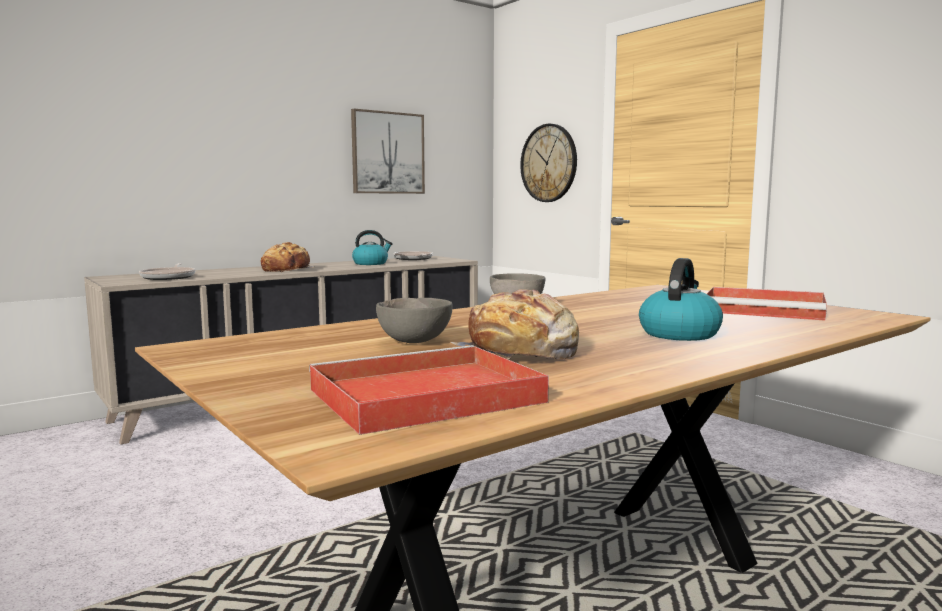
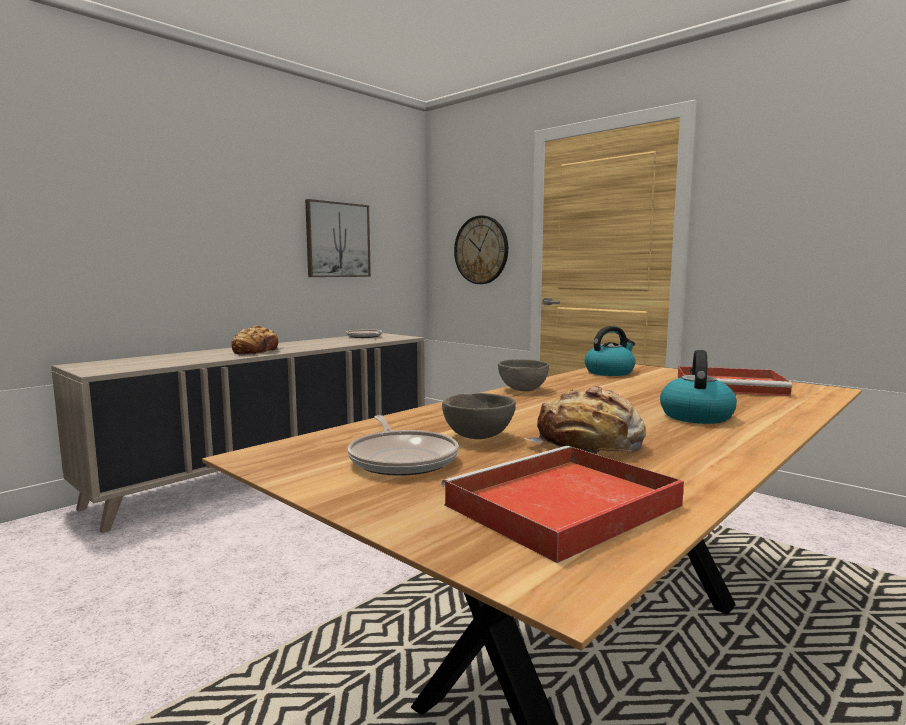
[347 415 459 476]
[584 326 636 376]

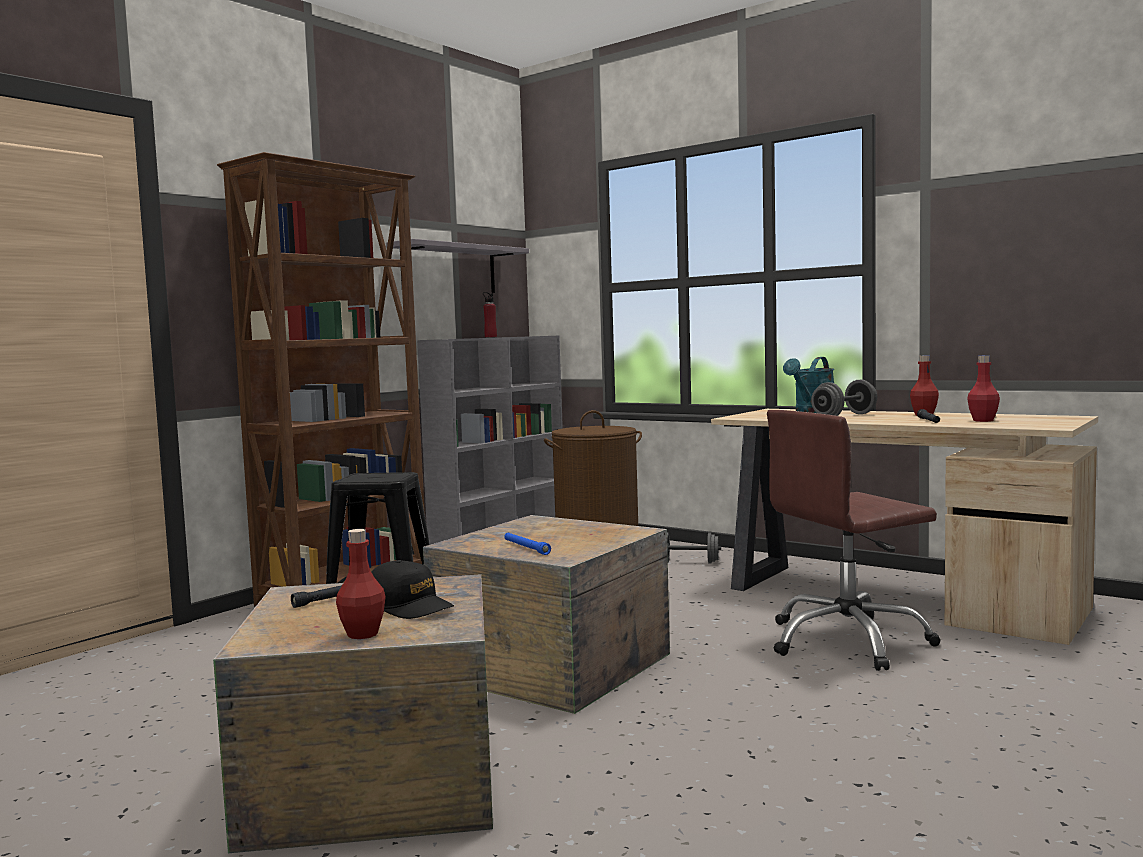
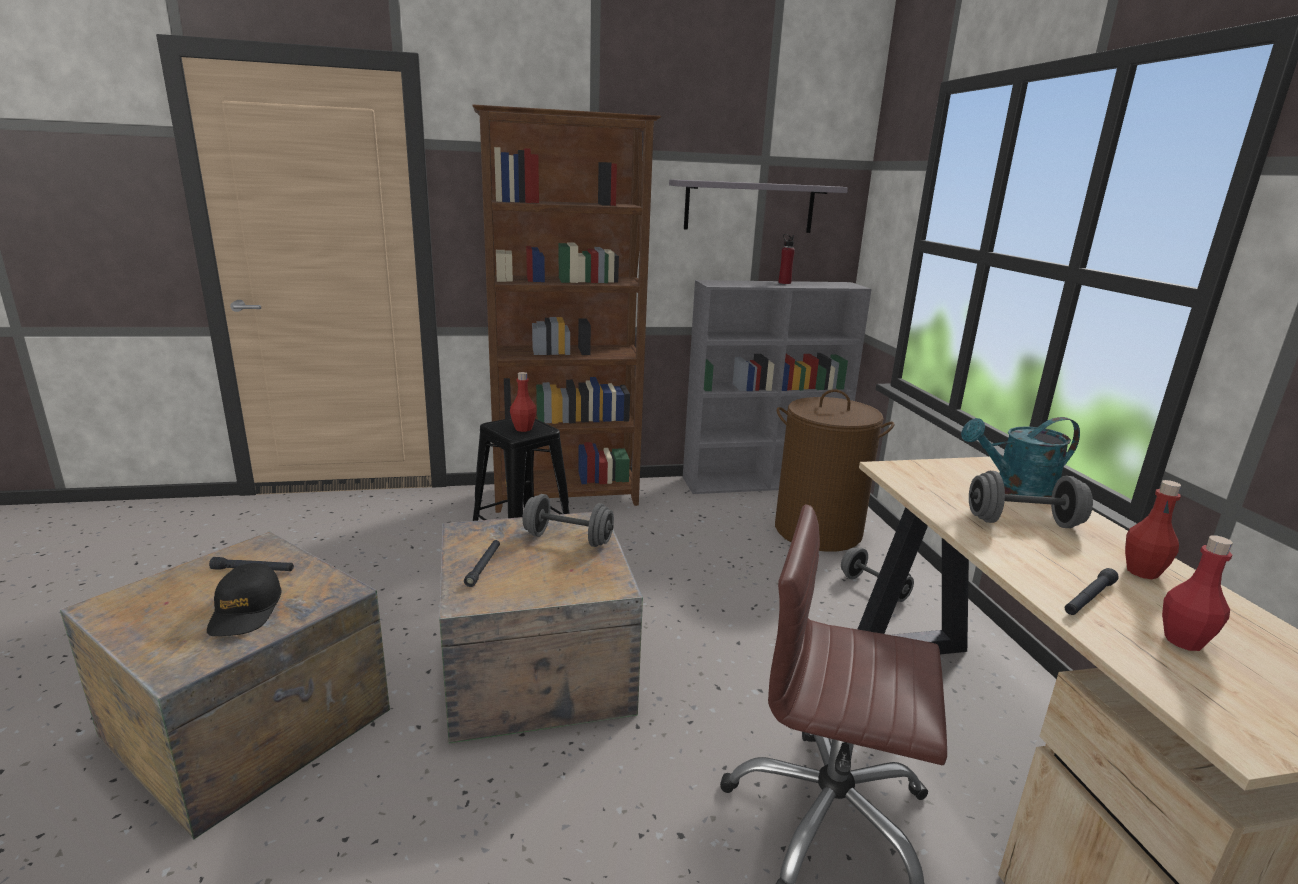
[523 494 614 547]
[510 372 537 432]
[464 540 500 587]

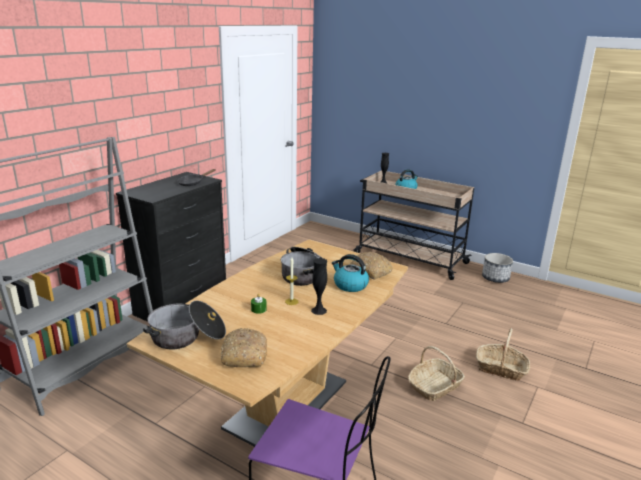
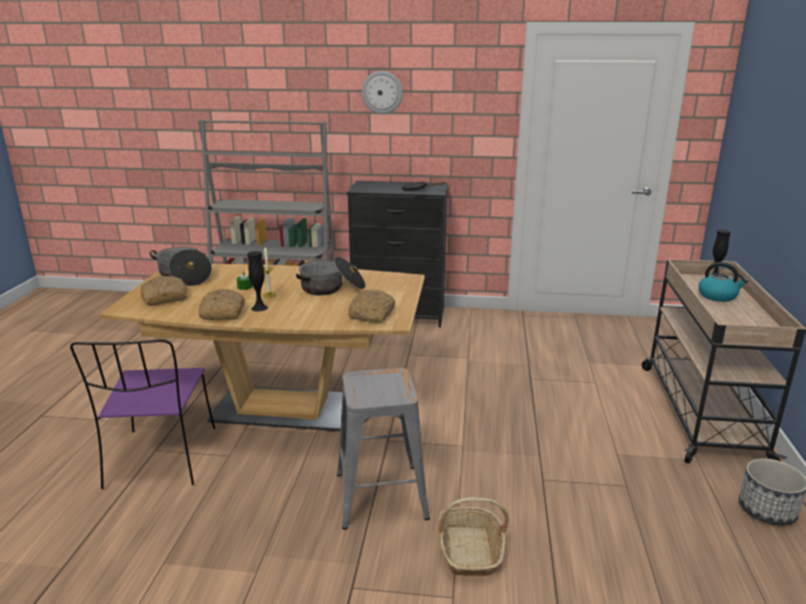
[332 254 369 292] (first image)
[198 289 245 320]
[362 71 403 114]
[337 368 430 530]

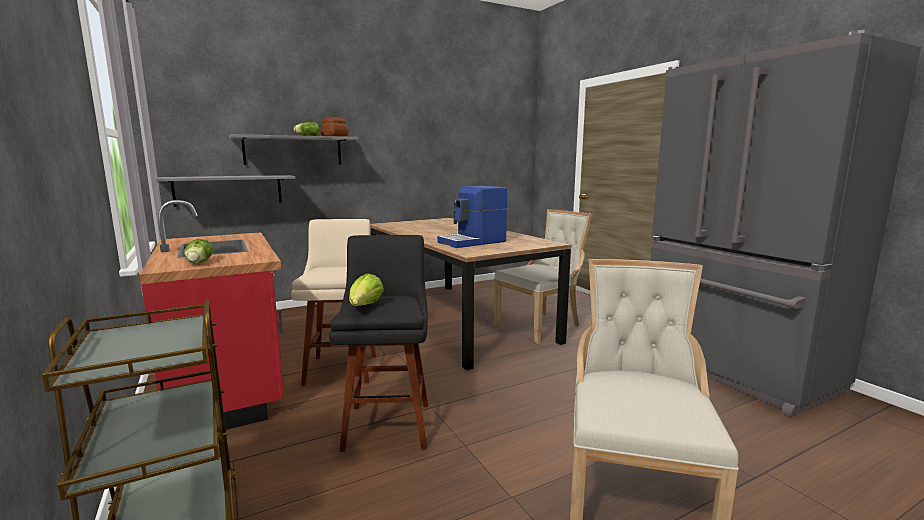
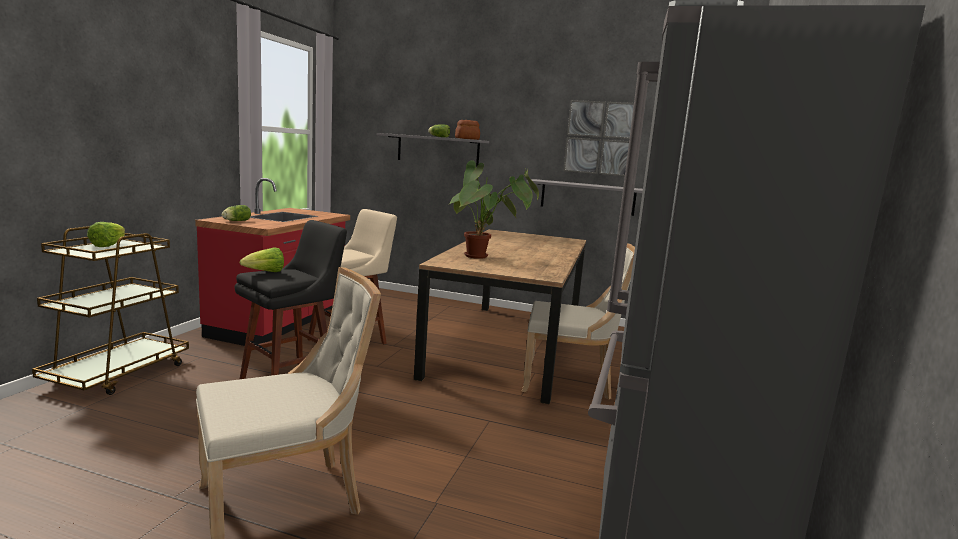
[87 222 125 247]
[563 100 634 176]
[526 179 643 216]
[449 160 539 259]

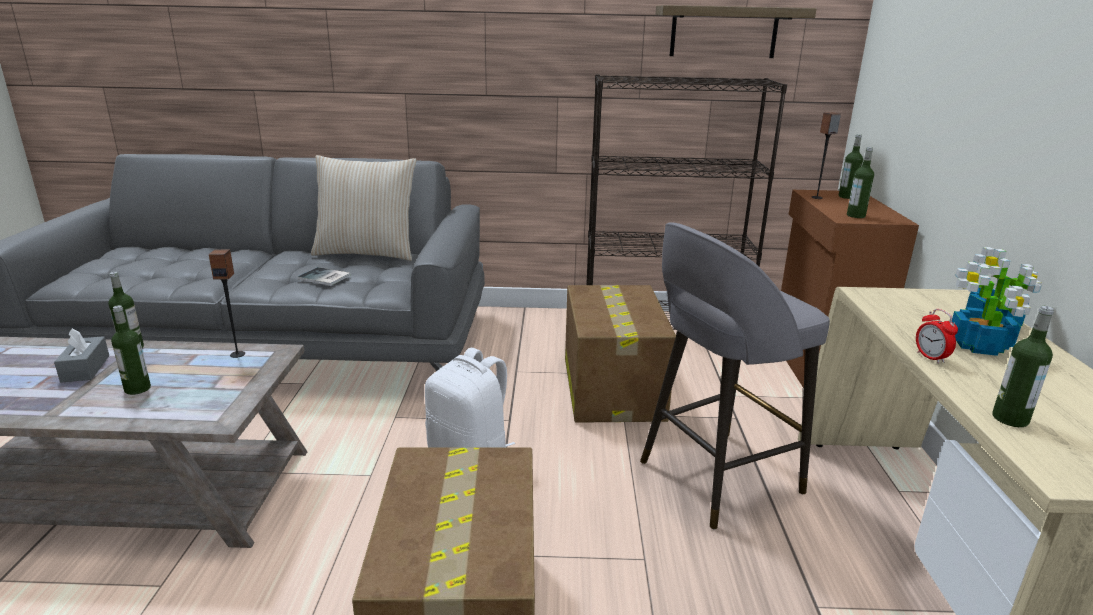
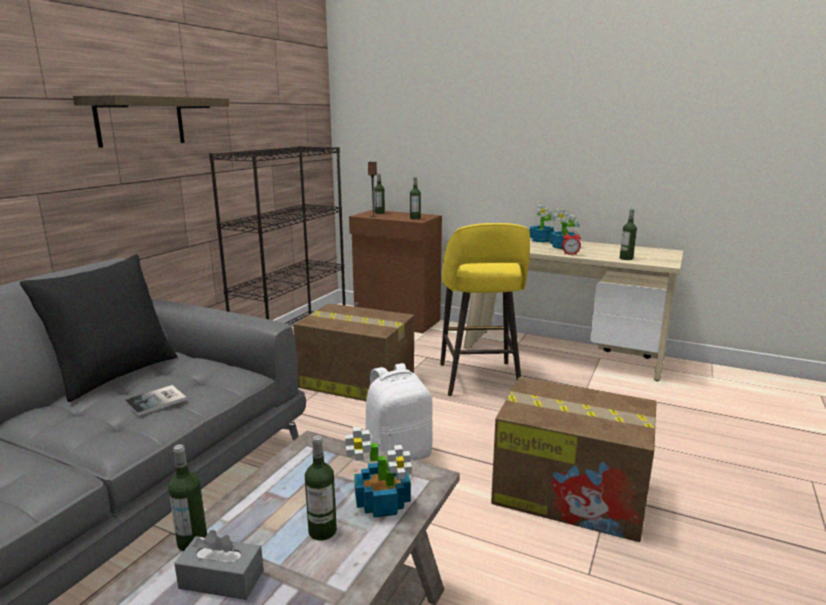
[209 249 245 358] (first image)
[345 427 412 518]
[73 95 229 148]
[20 254 178 402]
[440 223 530 396]

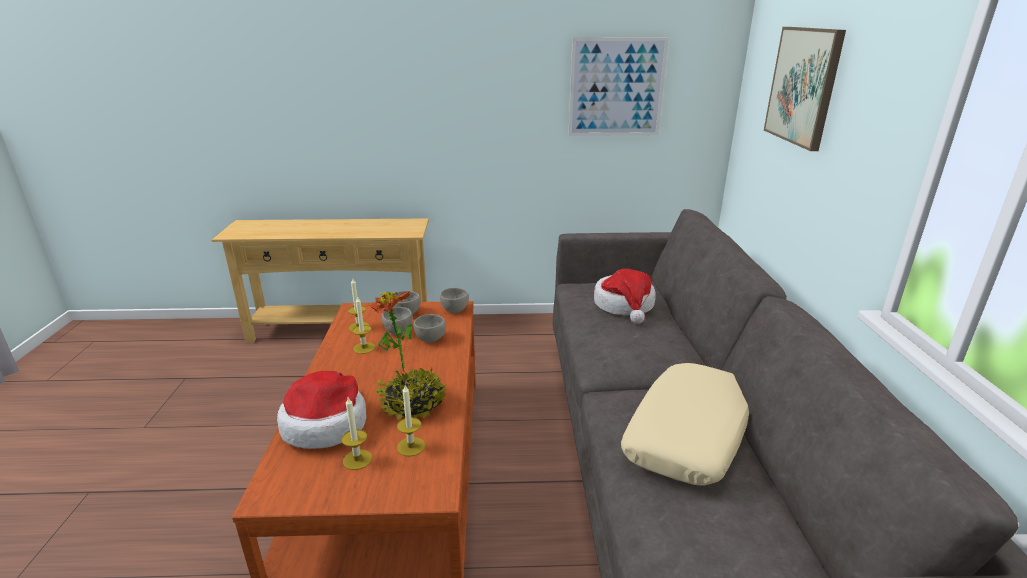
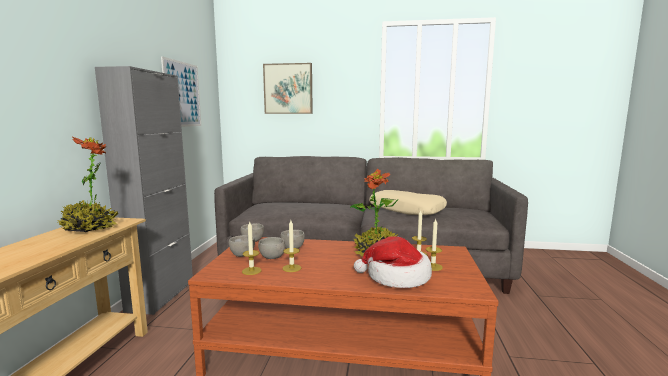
[594 269 656 324] (first image)
[58 137 118 232]
[95 66 193 315]

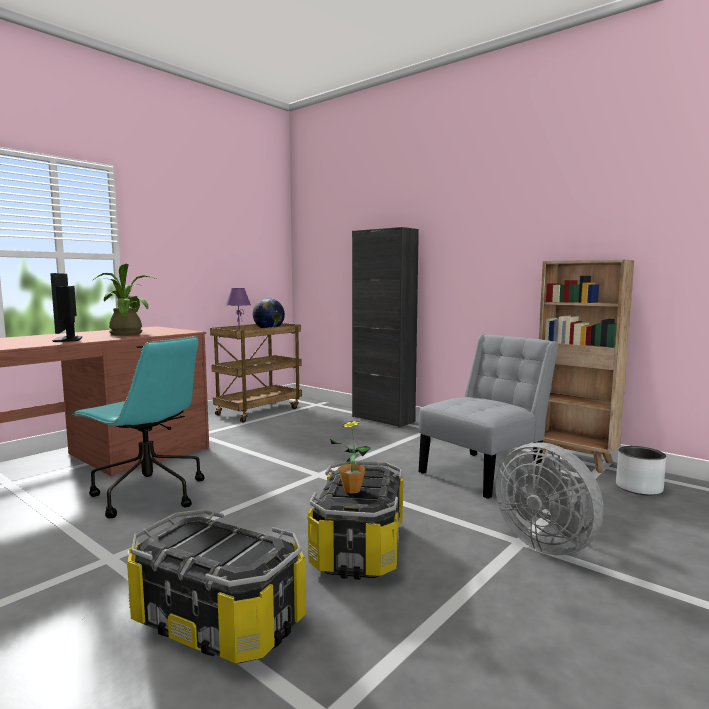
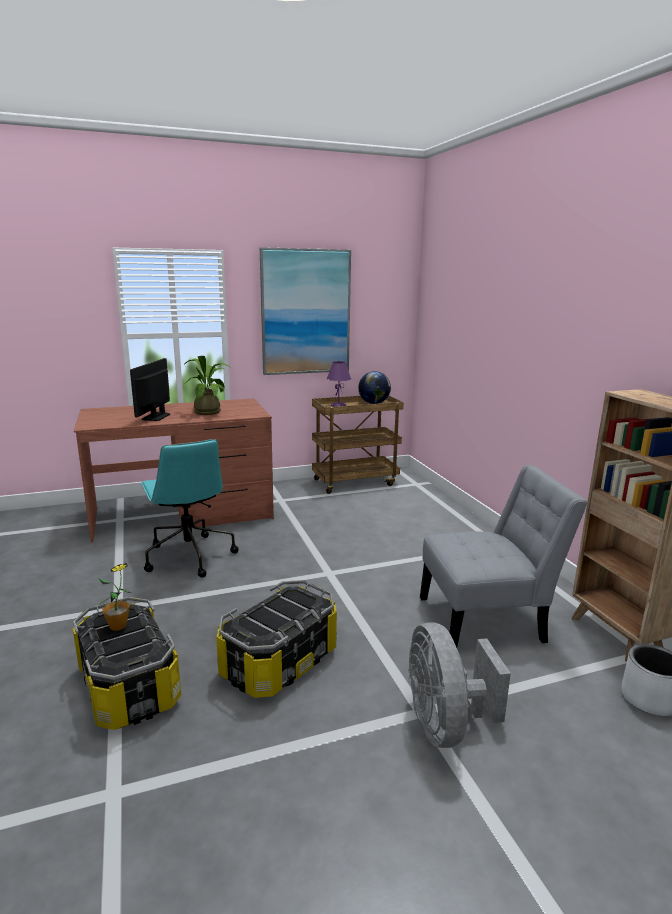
[352 227 419 428] (first image)
[260 247 351 375]
[99 563 131 631]

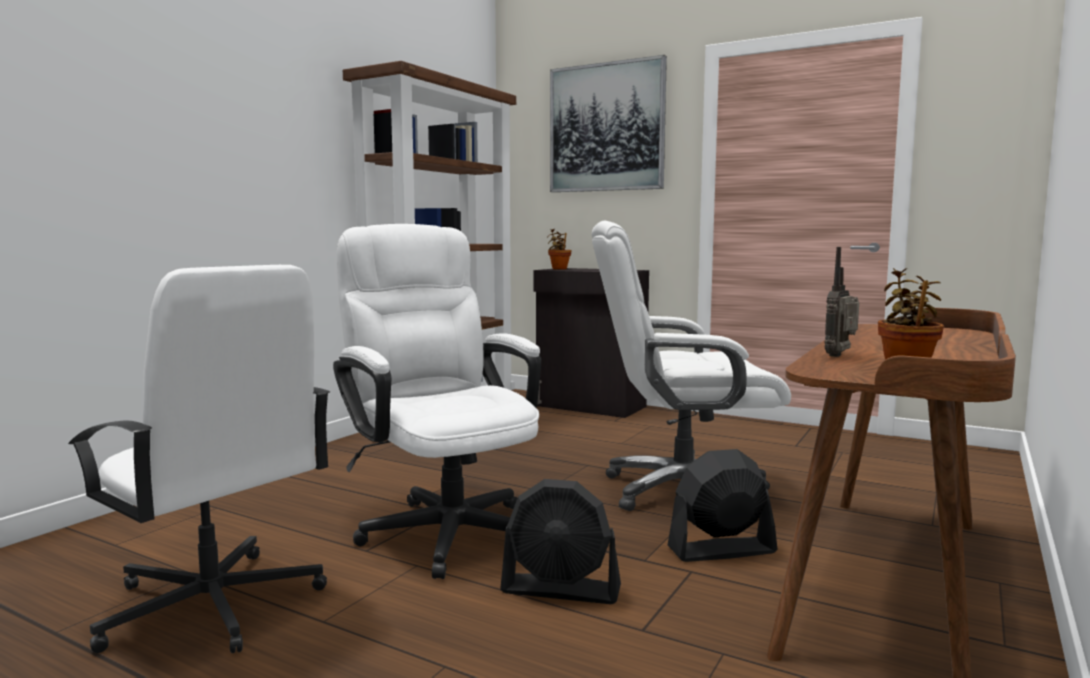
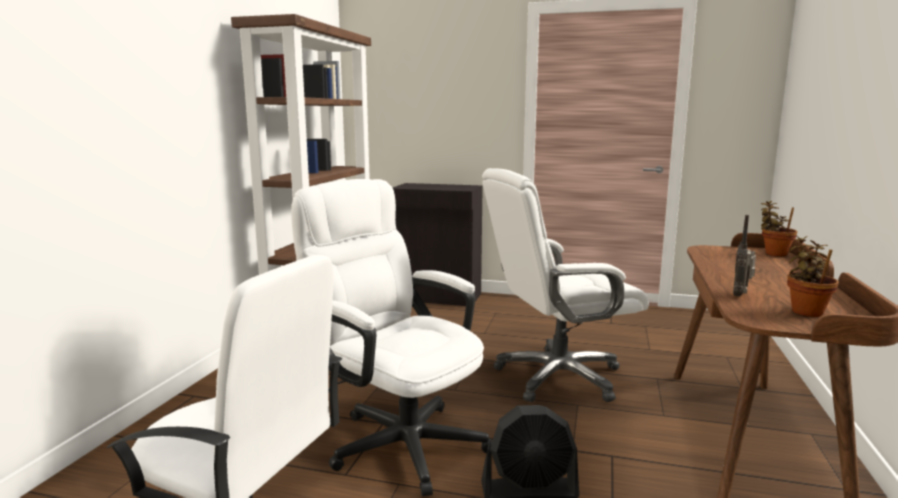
[550 55 667 192] (first image)
[668 449 778 562] (first image)
[761 201 797 257]

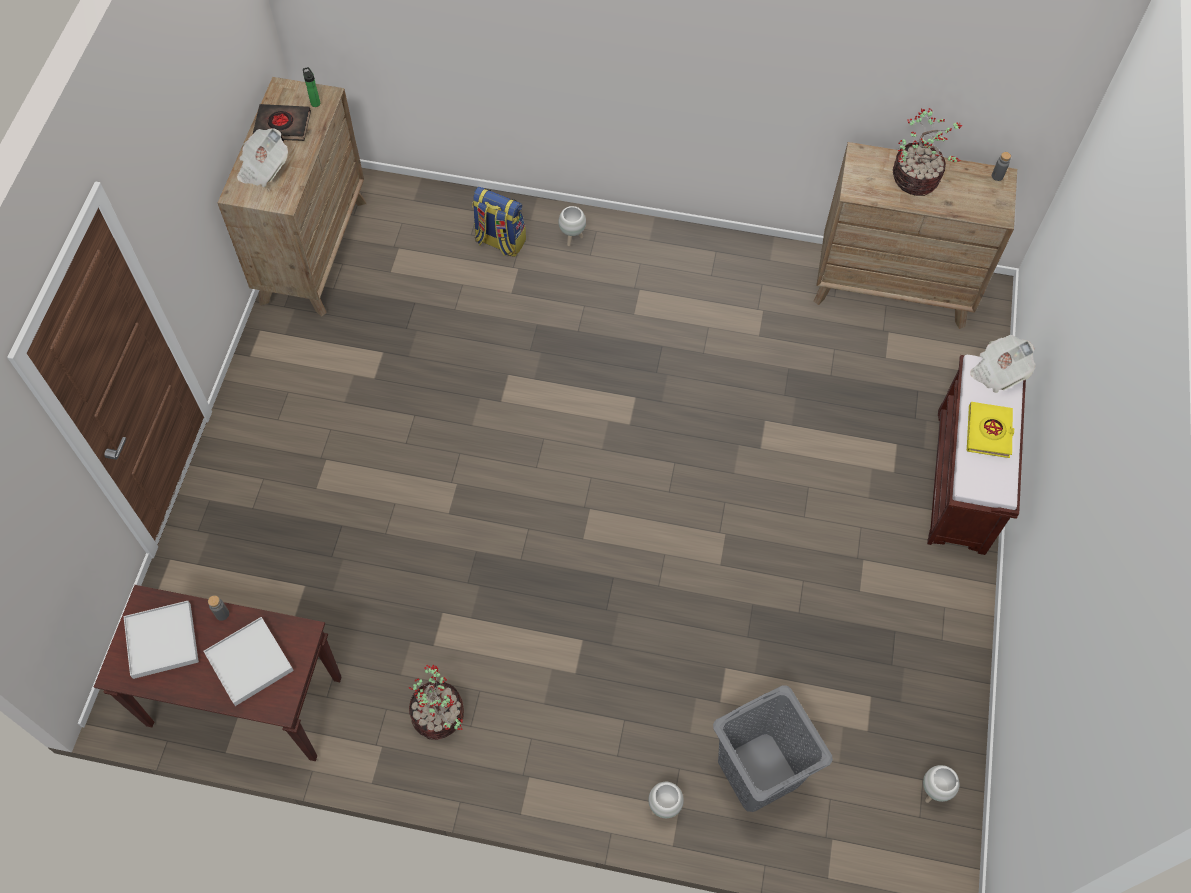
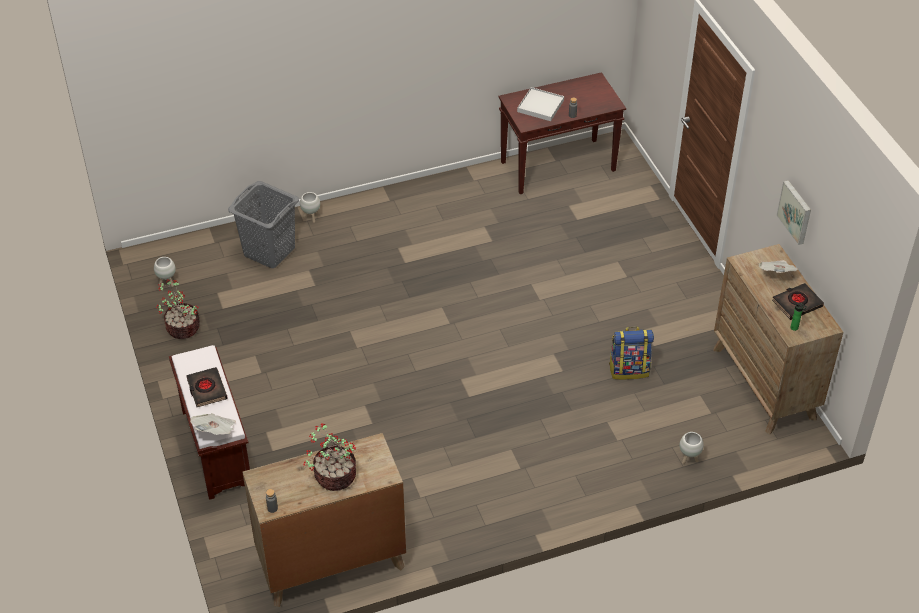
[124 601 199 679] (first image)
[776 180 811 245]
[156 280 200 339]
[609 327 654 380]
[680 432 704 464]
[186 367 227 407]

